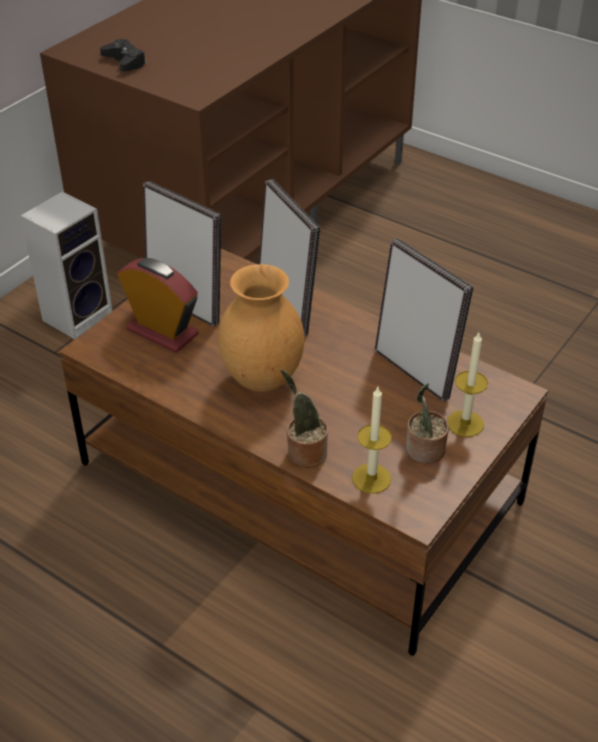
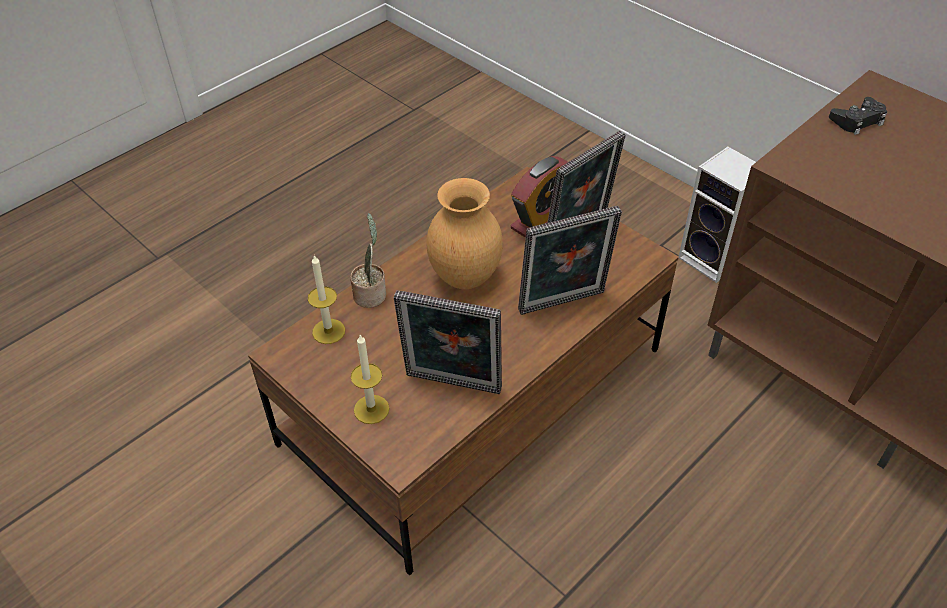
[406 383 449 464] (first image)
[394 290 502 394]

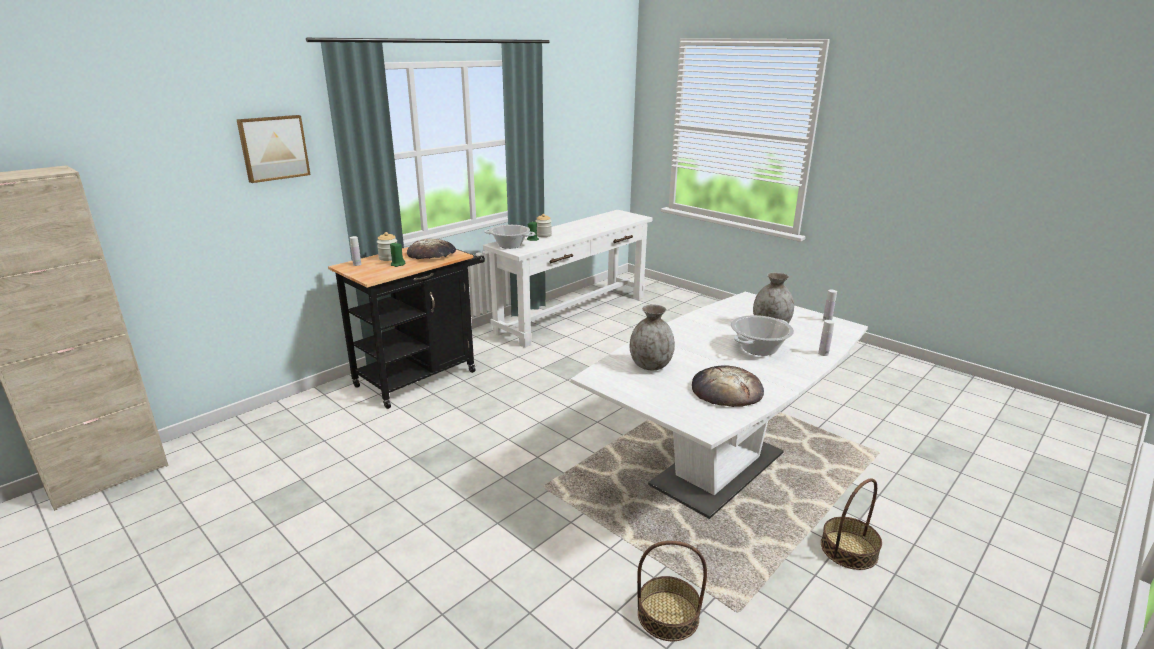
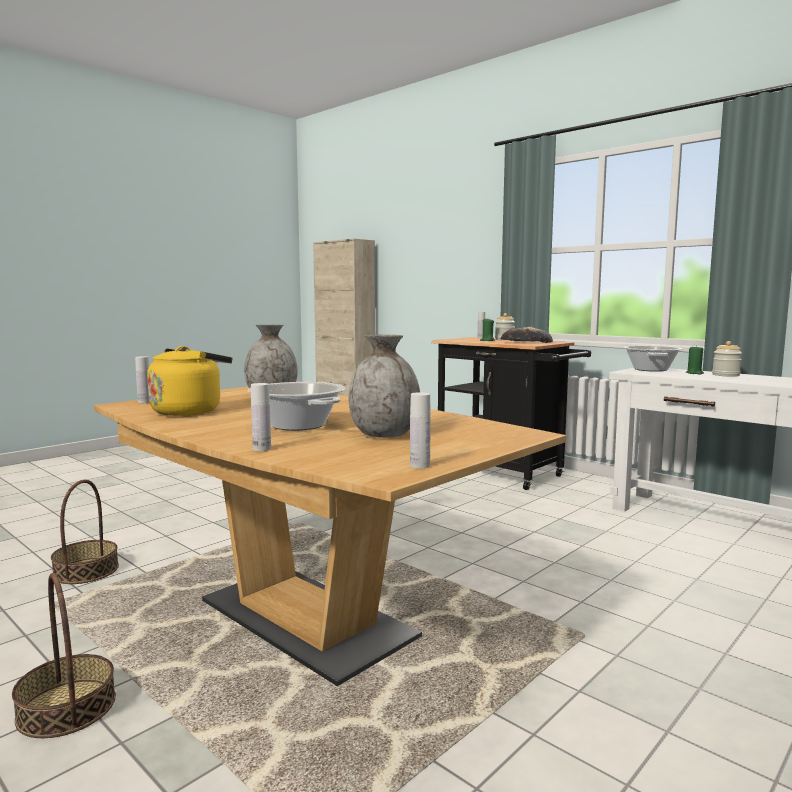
[236 115 311 183] (first image)
[135 356 150 403]
[147 346 232 416]
[94 387 566 686]

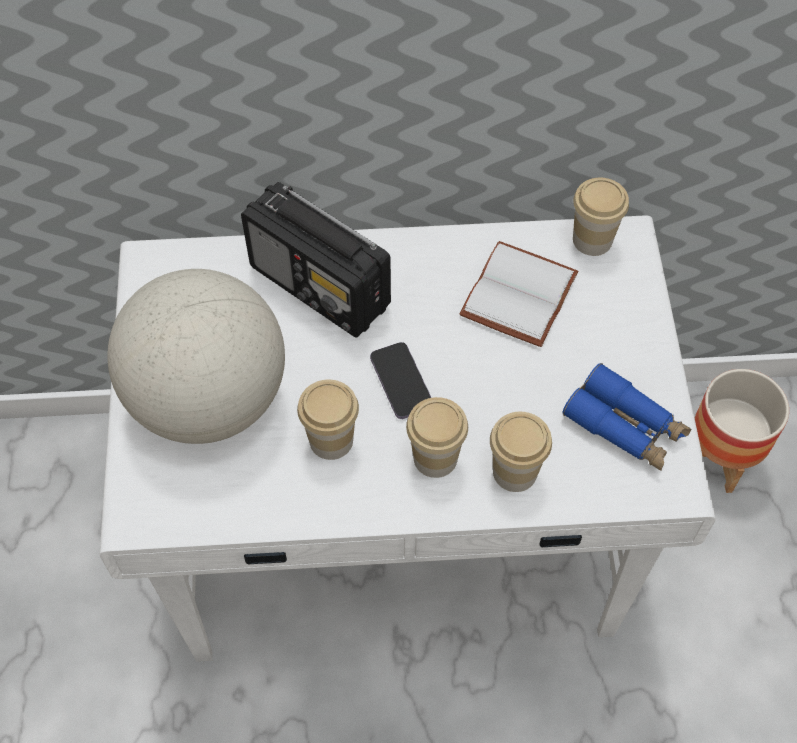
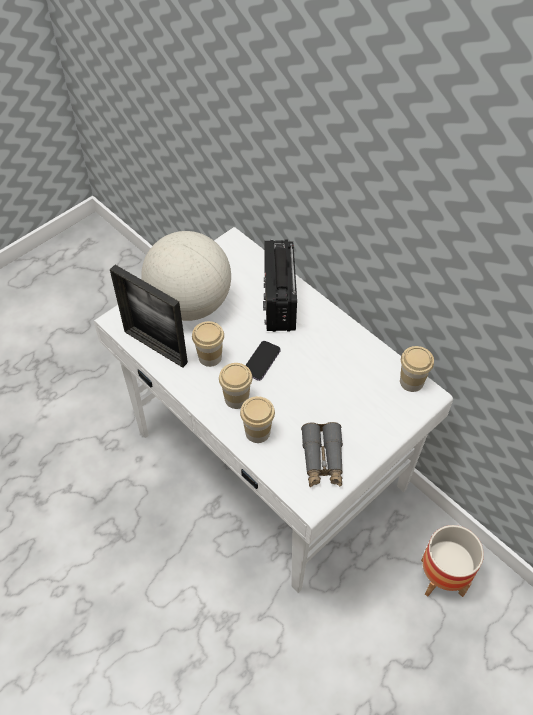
[460 241 579 347] (first image)
[110 265 188 368]
[301 422 343 487]

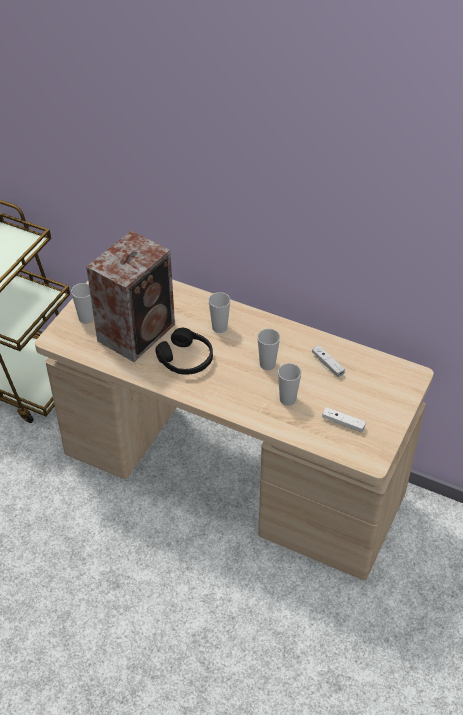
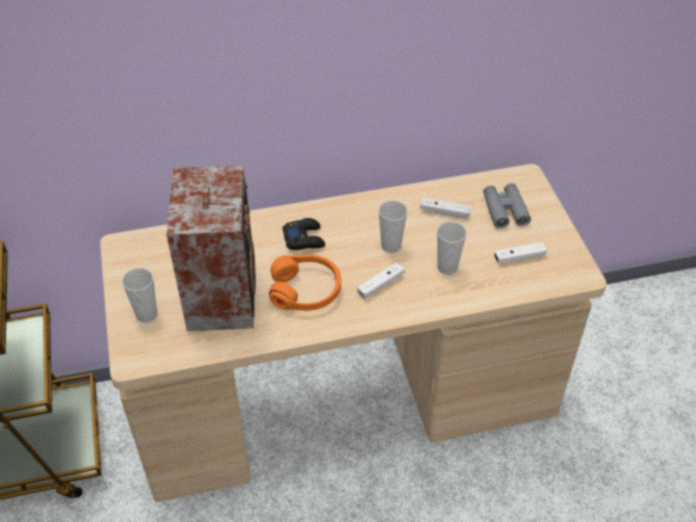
[357 262 405 299]
[483 183 531 229]
[282 218 325 250]
[269 254 341 311]

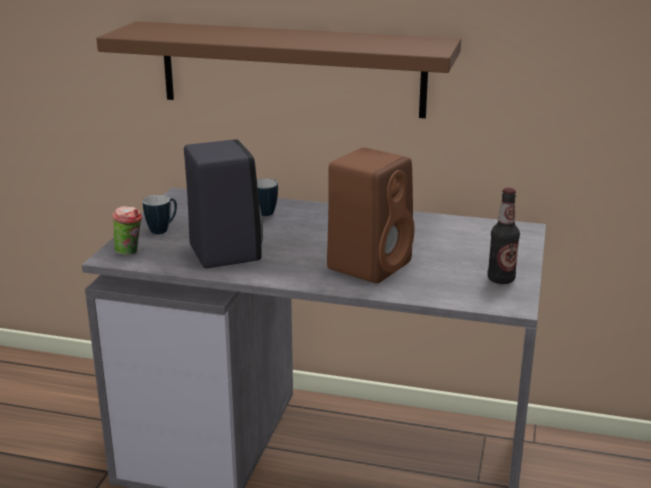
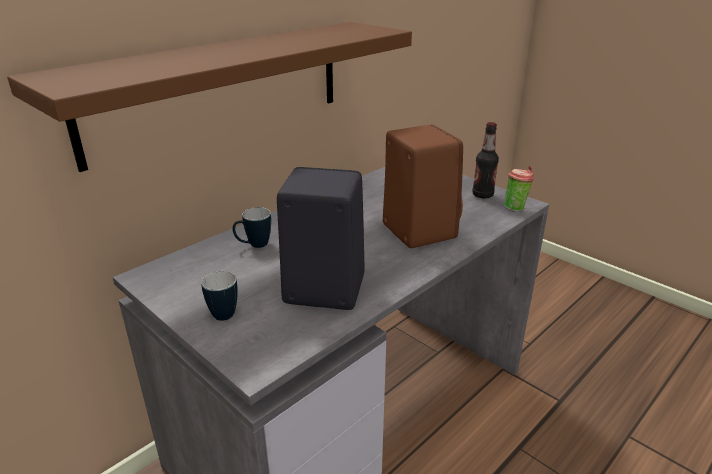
[504 166 534 212]

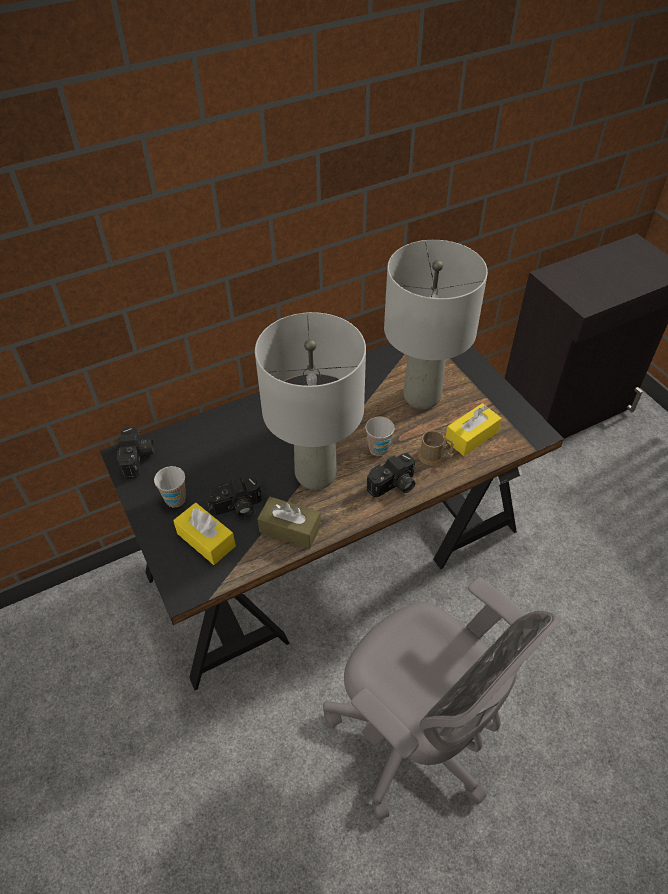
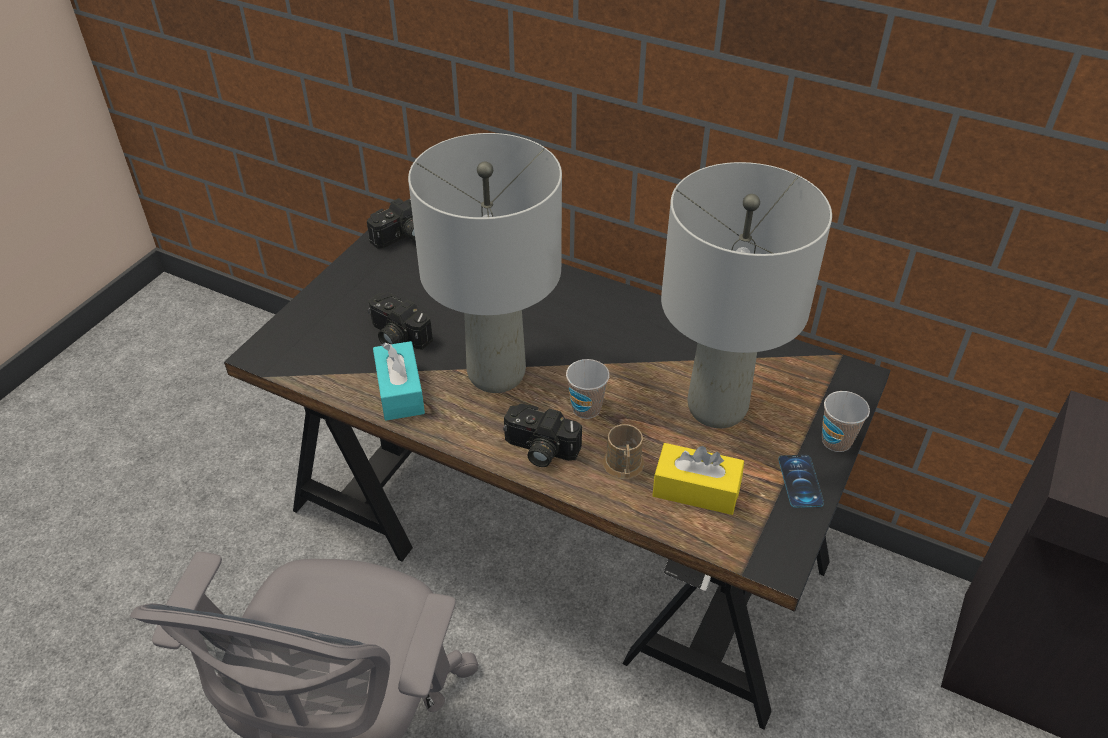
[173 503 236 565] (first image)
[778 455 824 508]
[822 391 870 452]
[373 341 425 421]

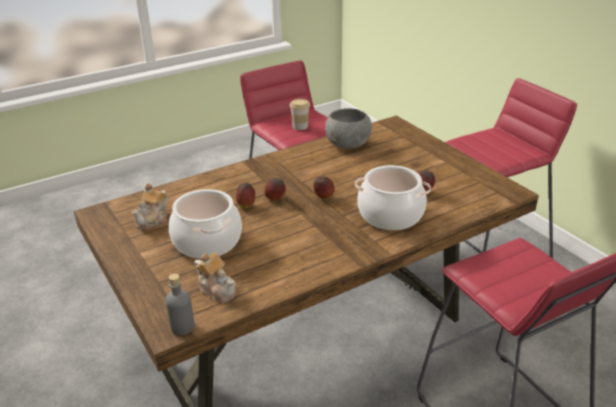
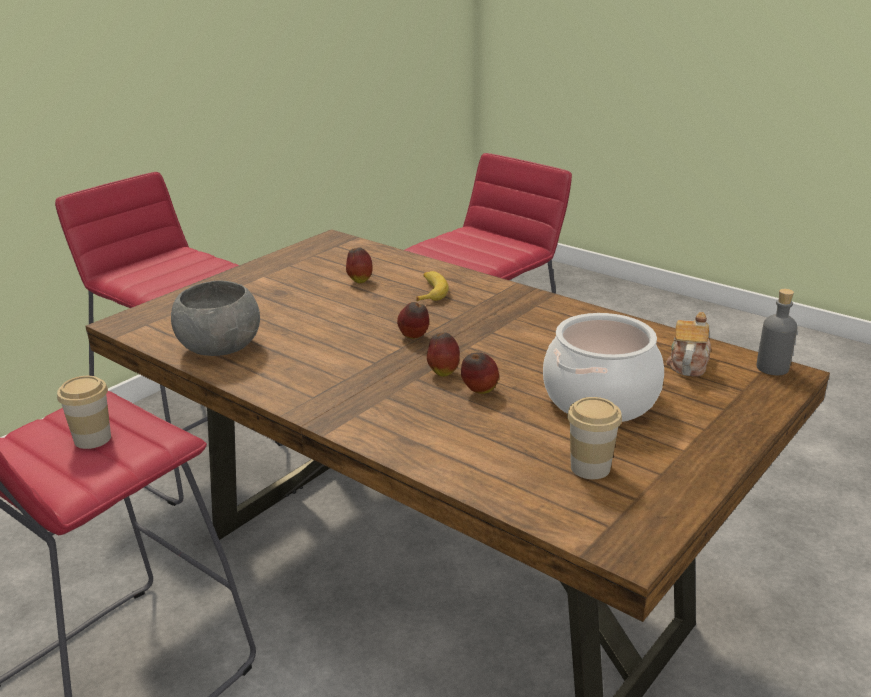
[567 397 622 479]
[416 271 449 301]

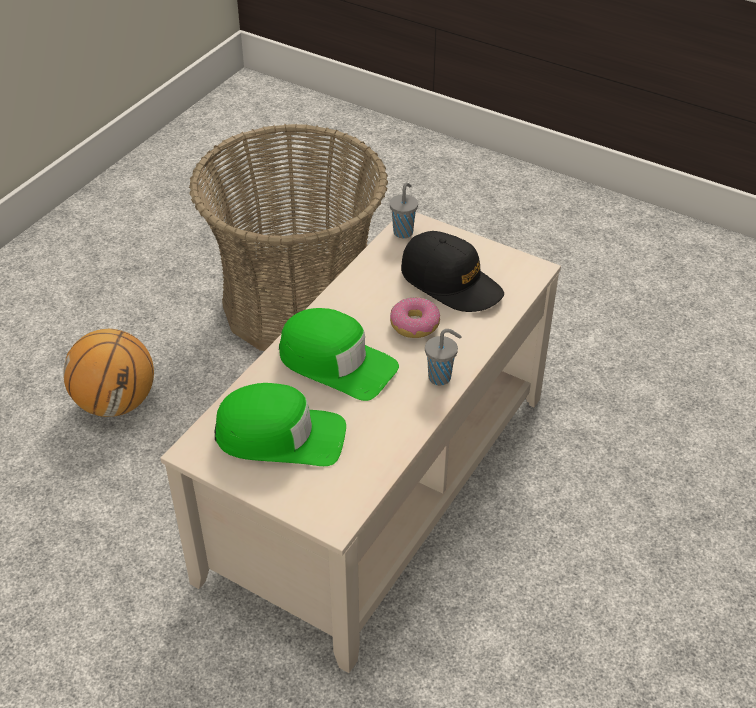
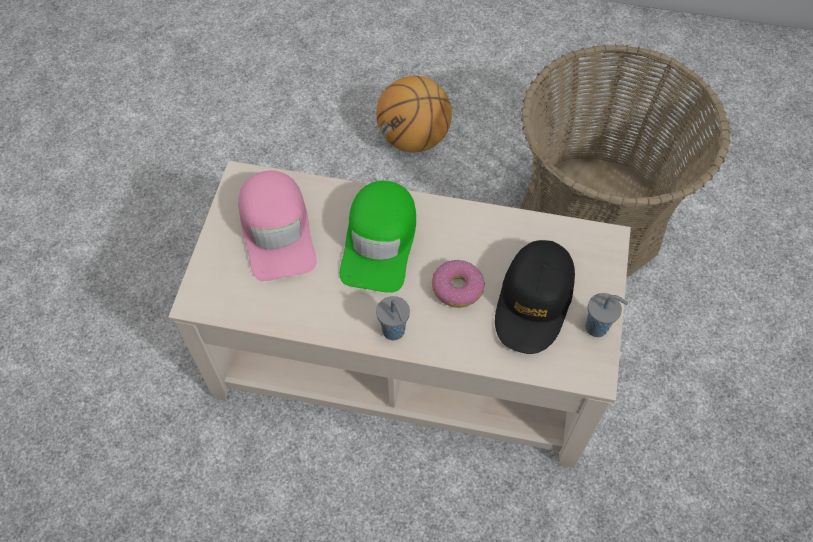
[585 293 628 337]
[238 170 317 281]

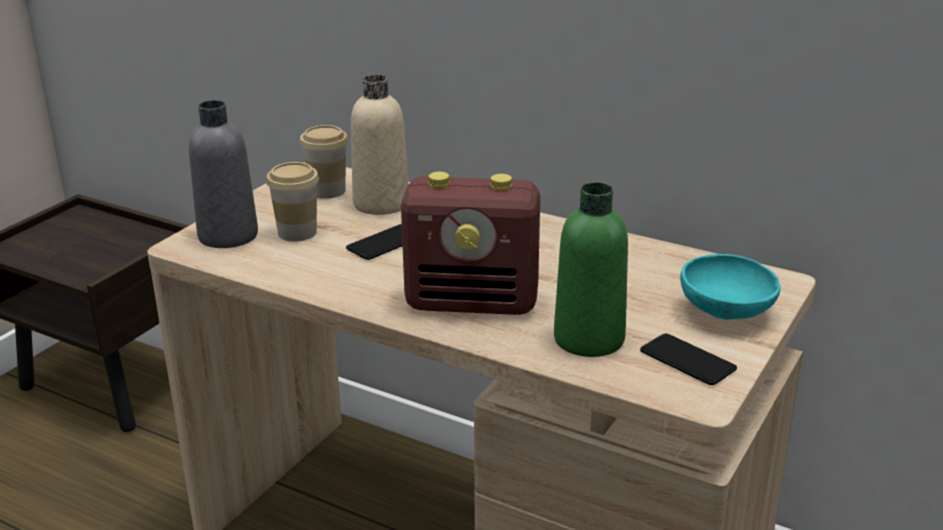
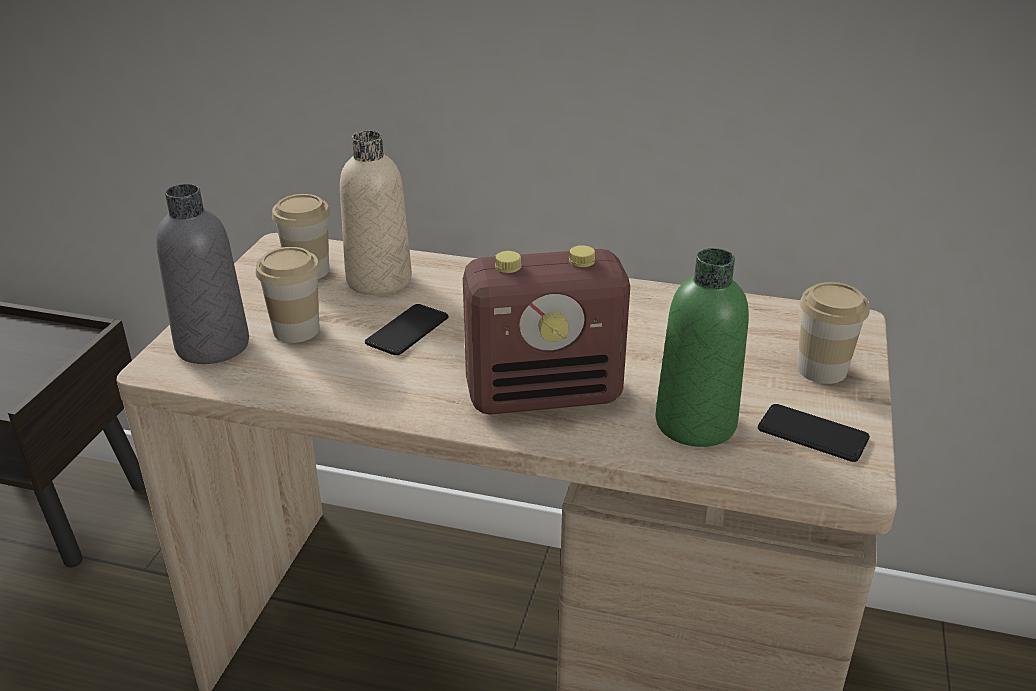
[797 282 869 384]

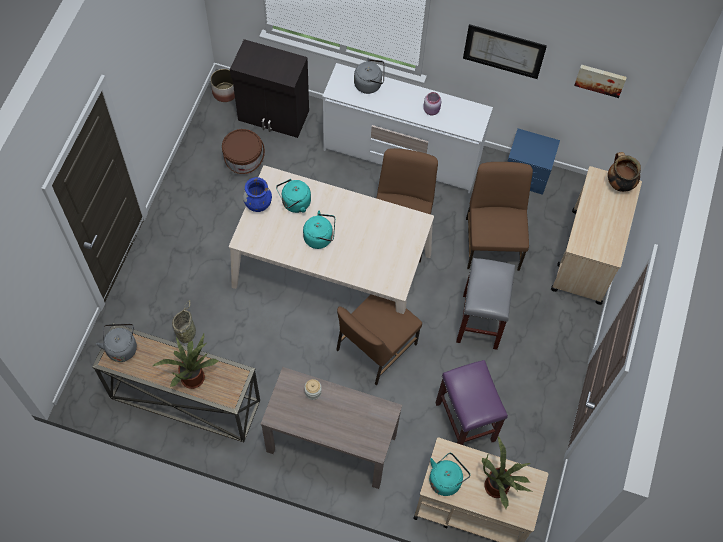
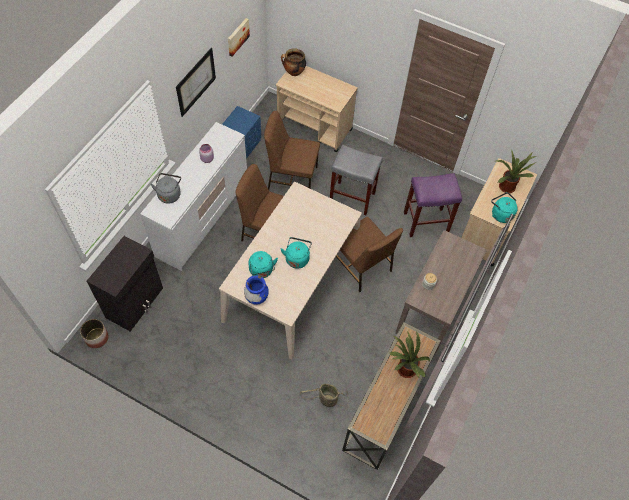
[96 324 137 362] (first image)
[222 129 265 174] (first image)

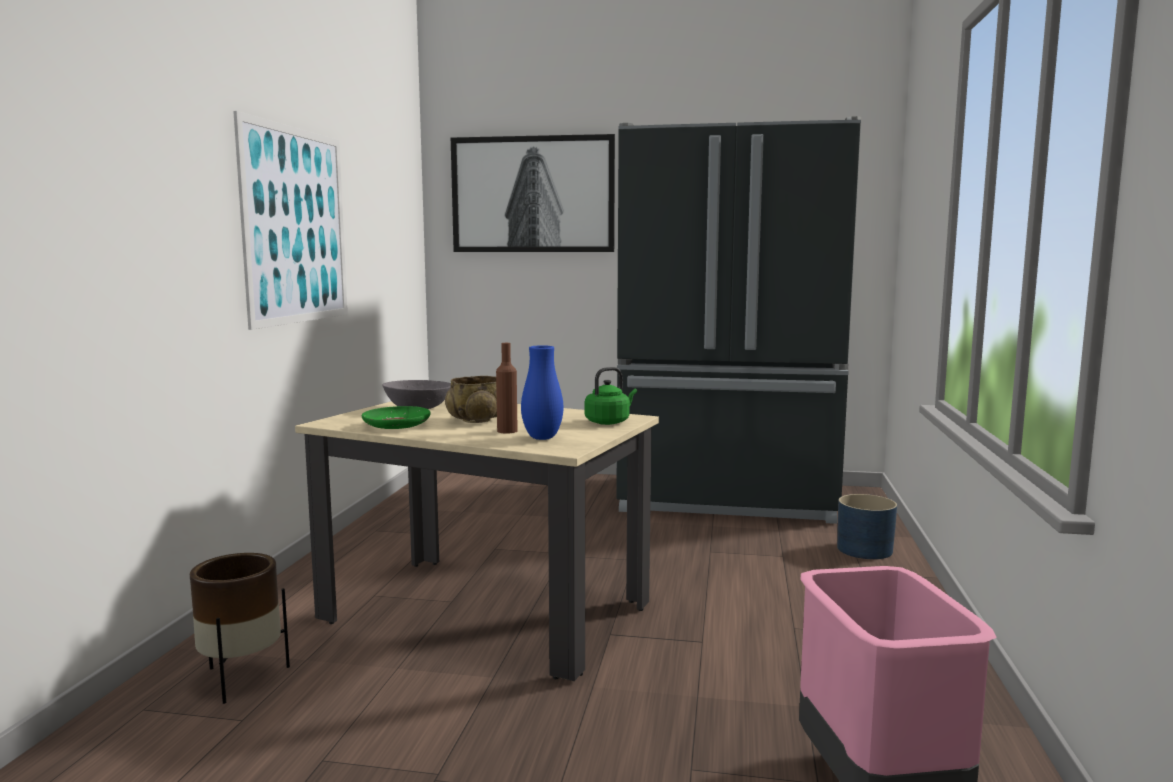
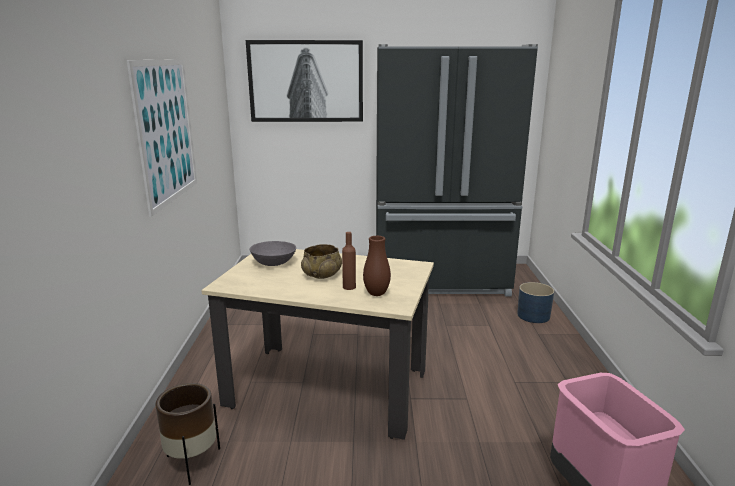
[362 406 431 429] (first image)
[585 367 637 425] (first image)
[363 236 391 296]

